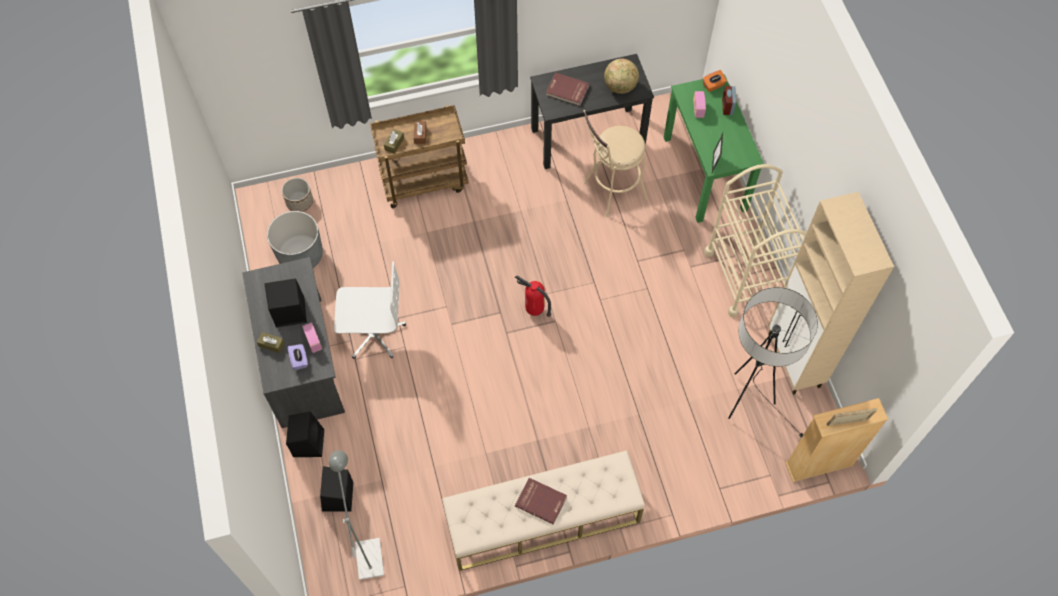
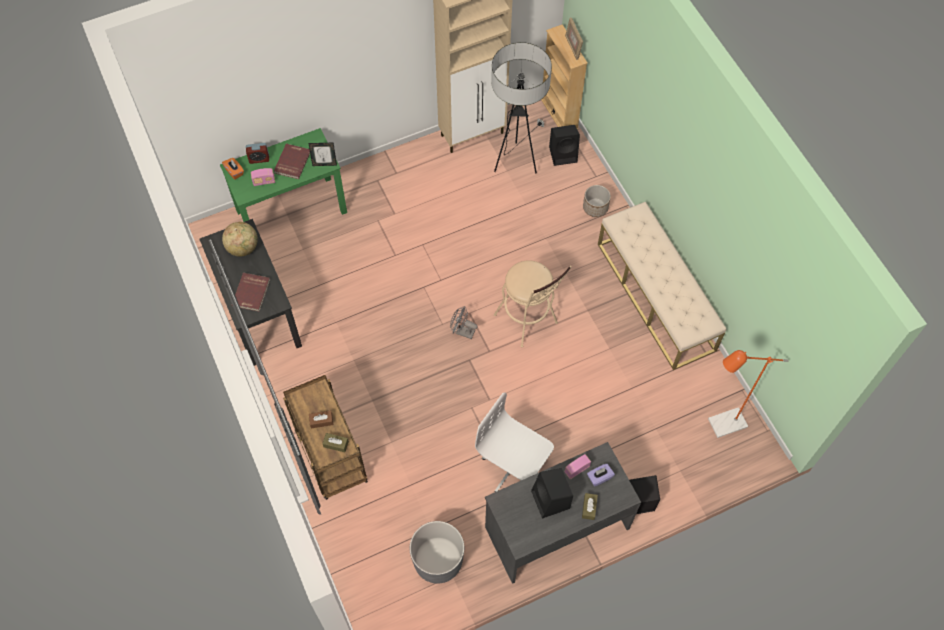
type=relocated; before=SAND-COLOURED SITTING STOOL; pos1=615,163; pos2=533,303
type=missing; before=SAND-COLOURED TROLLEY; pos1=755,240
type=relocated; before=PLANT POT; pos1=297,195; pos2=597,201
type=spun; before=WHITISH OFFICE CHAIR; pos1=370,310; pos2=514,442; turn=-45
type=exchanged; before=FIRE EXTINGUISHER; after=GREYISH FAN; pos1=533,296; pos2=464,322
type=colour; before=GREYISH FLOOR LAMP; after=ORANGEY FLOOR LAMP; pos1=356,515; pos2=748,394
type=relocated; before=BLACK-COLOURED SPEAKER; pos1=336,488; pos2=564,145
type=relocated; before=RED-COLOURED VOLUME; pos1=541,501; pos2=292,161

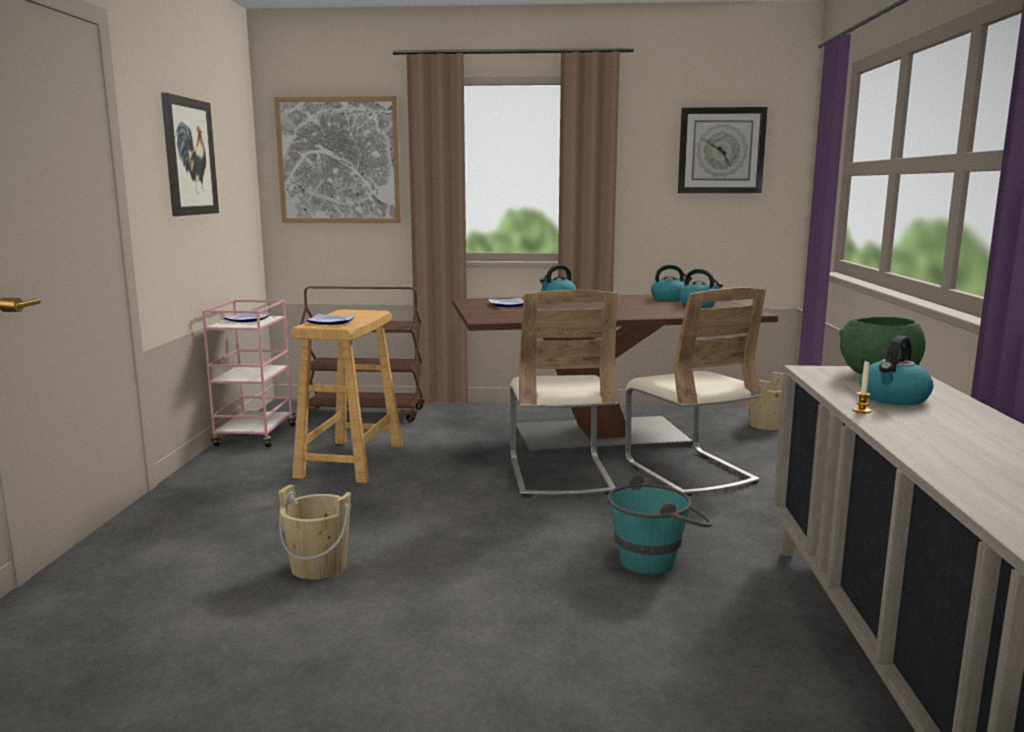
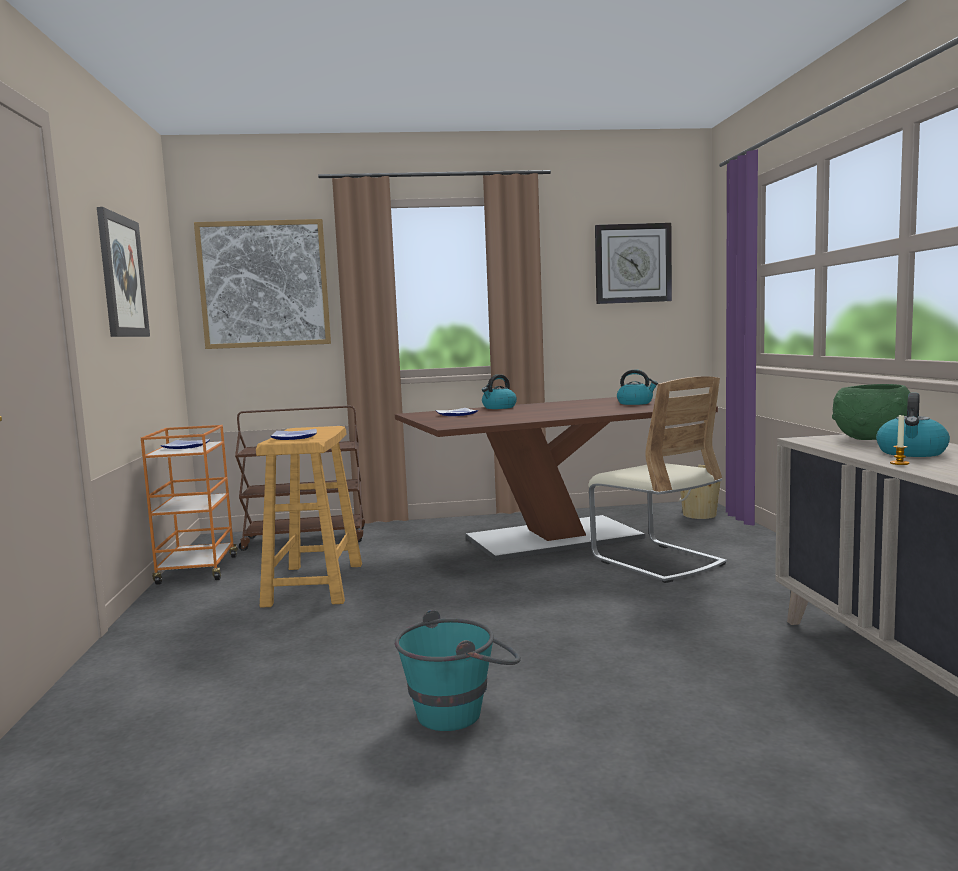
type=missing; before=WATER KETTLE; pos1=671,282
type=missing; before=SAND-COLOURED UPRIGHT CHAIR; pos1=564,393
type=colour; before=PINK TROLLEY; after=ORANGEY TROLLEY; pos1=249,373; pos2=189,505
type=relocated; before=BLUE-GREEN PAIL; pos1=660,525; pos2=458,670
type=missing; before=SAND-COLOURED PAIL; pos1=314,532

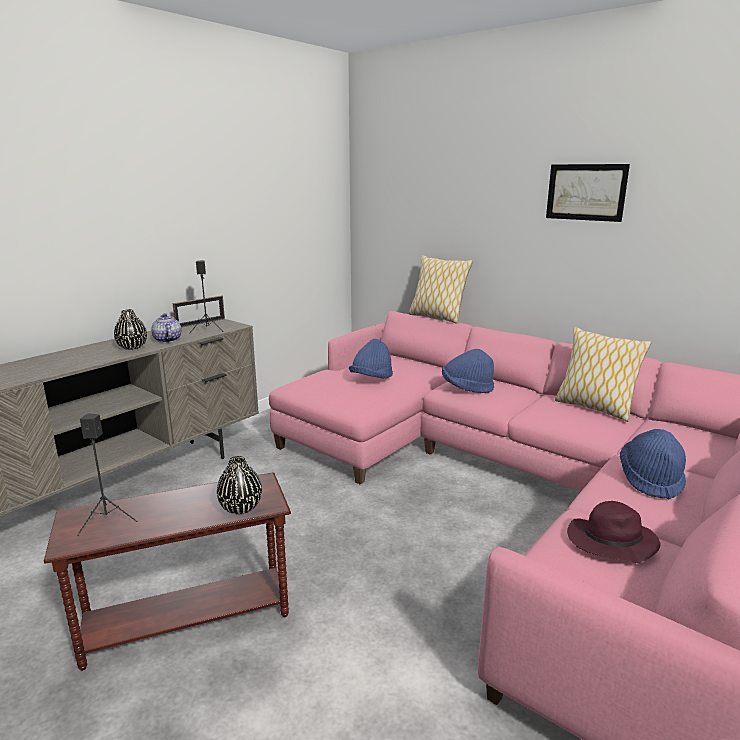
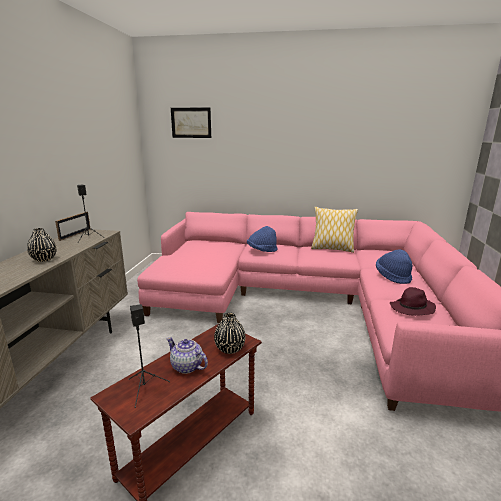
type=relocated; before=PICTURE; pos1=588,193; pos2=191,123
type=missing; before=PILLOW; pos1=441,289
type=relocated; before=POT FOR TEA; pos1=166,328; pos2=187,355
type=missing; before=BLUE-COLOURED HAT; pos1=371,359

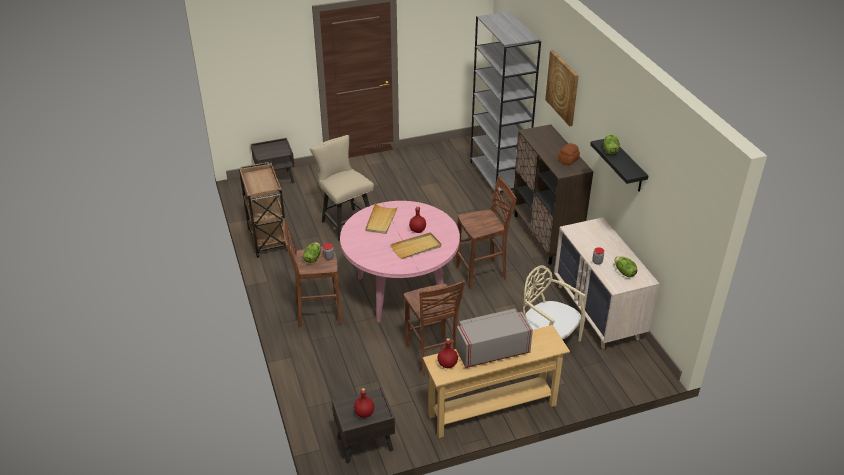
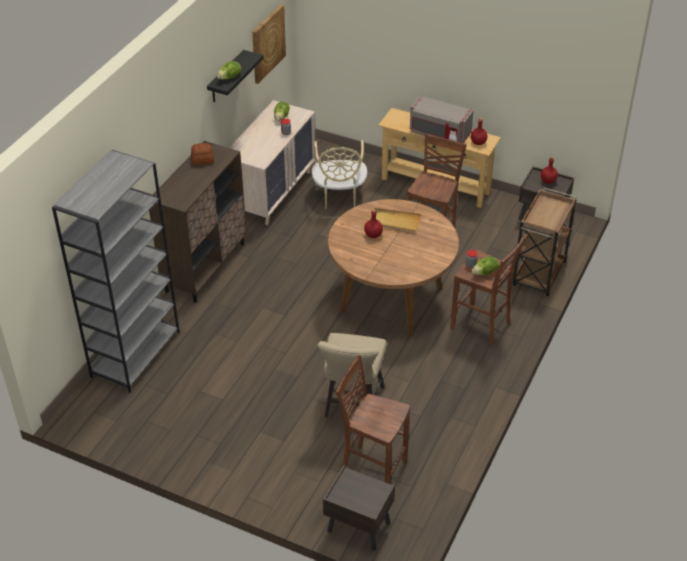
type=relocated; before=PICTURE; pos1=562,88; pos2=269,44
type=relocated; before=BROWN TROLLEY; pos1=263,210; pos2=545,242
type=relocated; before=BROWN SITTING STOOL; pos1=486,232; pos2=373,419
type=colour; before=PINK DINING TABLE; after=BROWN DINING TABLE; pos1=400,262; pos2=393,267
type=missing; before=SAND-COLOURED SERVING TRAY; pos1=381,218

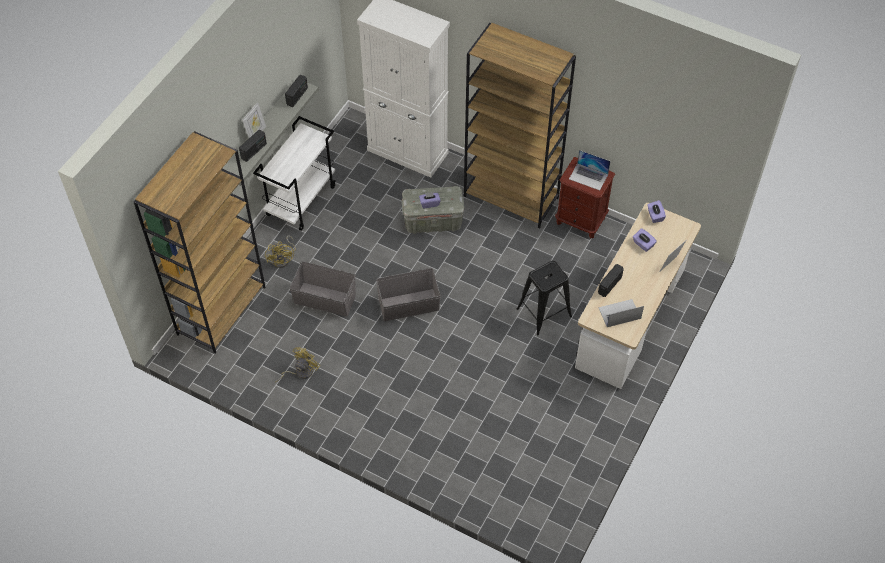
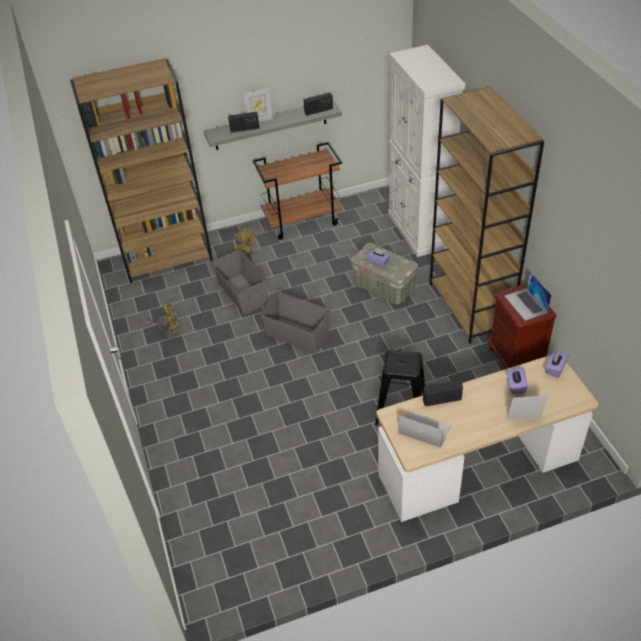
type=colour; before=WHITISH TROLLEY; after=BROWN TROLLEY; pos1=294,173; pos2=297,191
type=spun; before=YELLOW FAN; pos1=280,251; pos2=245,242; turn=-75

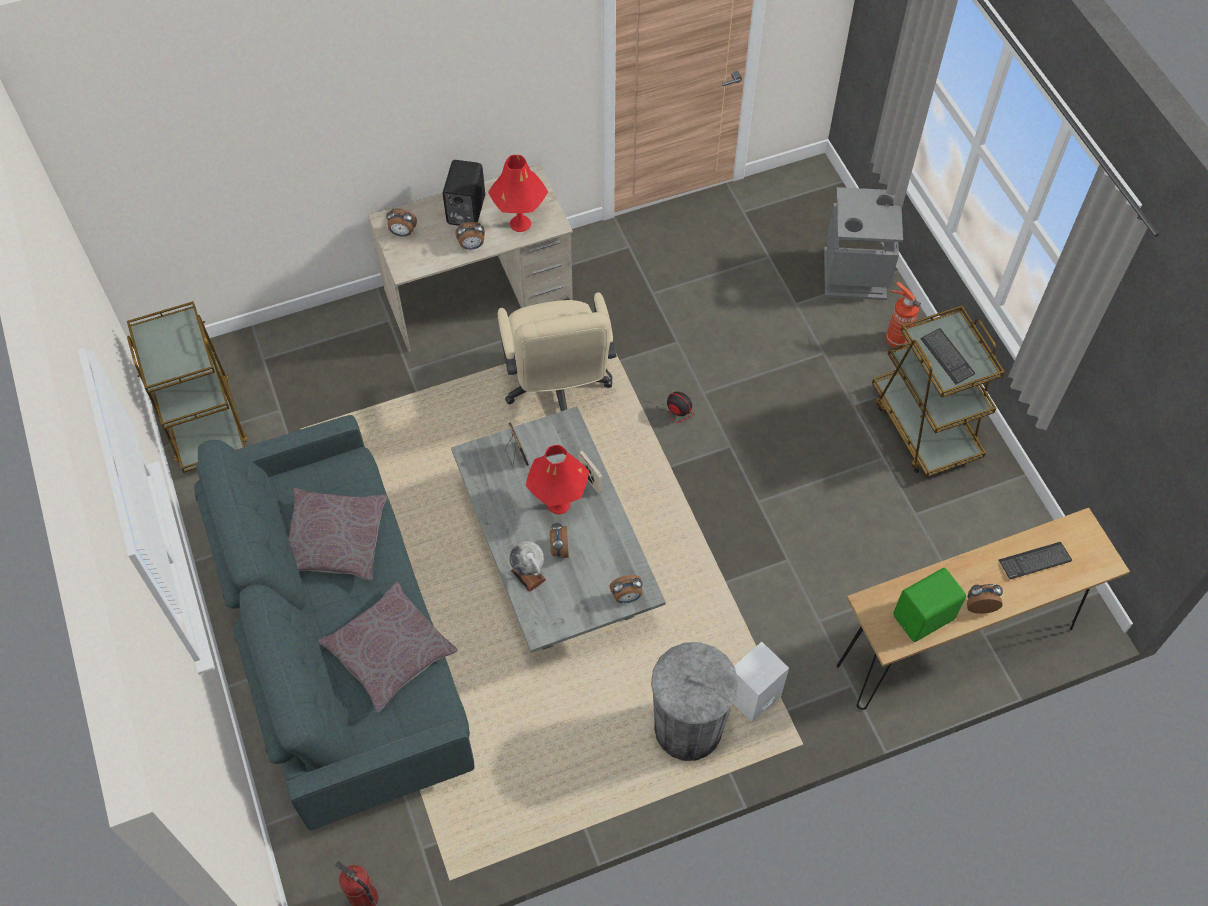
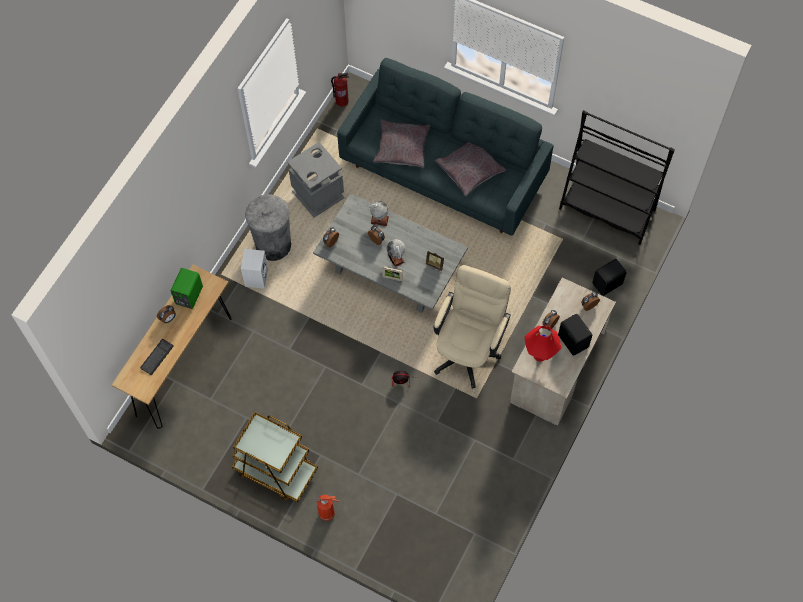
type=relocated; before=GREYISH TRASH CAN; pos1=863,243; pos2=316,180
type=spun; before=SAND-COLOURED OFFICE CHAIR; pos1=556,351; pos2=472,326; turn=75
type=exchanged; before=BROWN TROLLEY; after=BLACK-COLOURED SHELVING UNIT; pos1=187,387; pos2=617,177
type=missing; before=KEYBOARD; pos1=947,356
type=exchanged; before=RED-COLOURED TABLETOP LAMP; after=WORLD GLOBE; pos1=557,479; pos2=396,253
type=appeared; after=BLACK-COLOURED SPEAKER; pos2=609,277

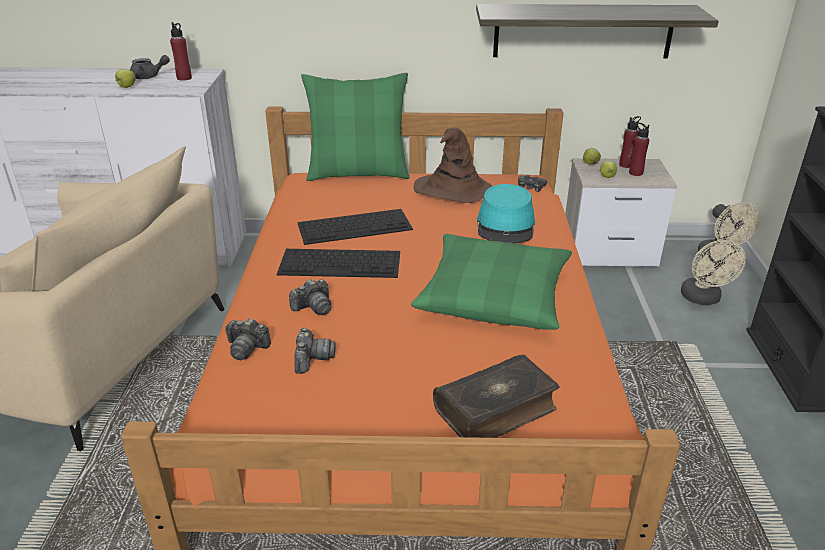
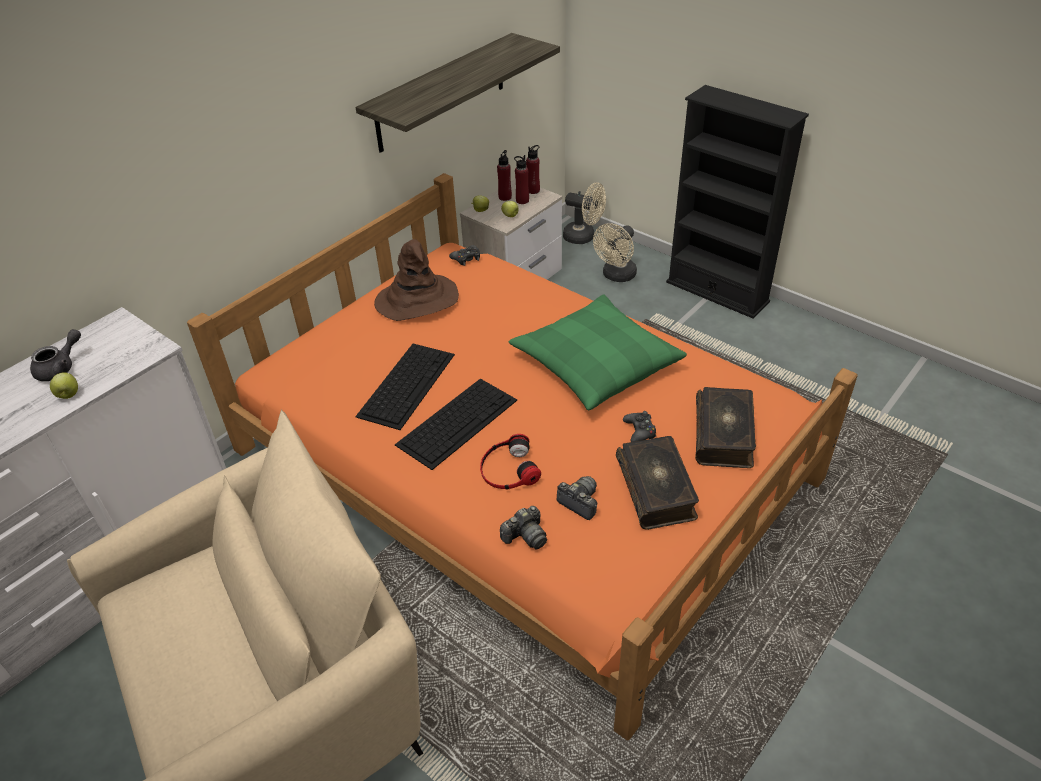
type=relocated; before=RED-COLOURED DRINK BOTTLE; pos1=181,51; pos2=533,169
type=missing; before=GREEN PILLOW; pos1=355,127
type=missing; before=BLUE-GREEN HAT; pos1=506,214
type=spun; before=SAND-COLOURED FAN; pos1=713,272; pos2=615,252; turn=90
type=exchanged; before=STILL CAMERA; after=HEADSET; pos1=310,297; pos2=510,462
type=appeared; after=BLACK-COLOURED GAMEPAD; pos2=639,426
type=appeared; after=VOLUME; pos2=657,483

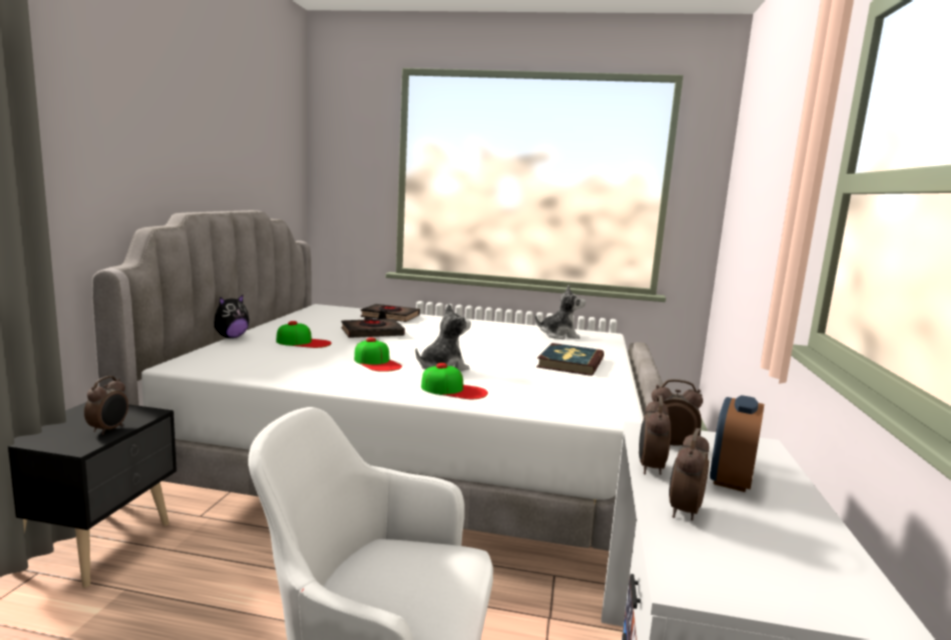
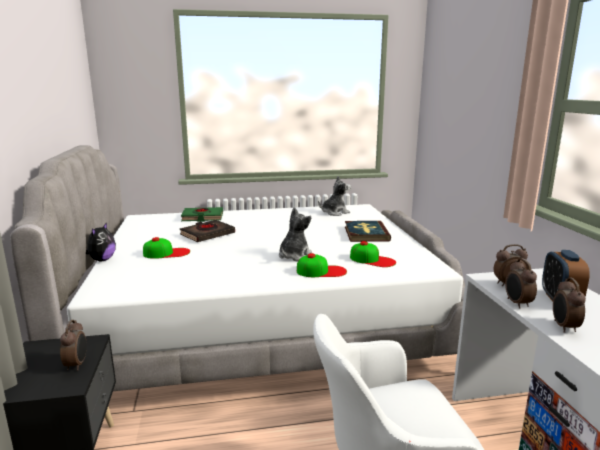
type=colour; before=BLACK-COLOURED VOLUME; after=GREEN VOLUME; pos1=390,313; pos2=202,214
type=relocated; before=BASEBALL CAP; pos1=378,355; pos2=373,254

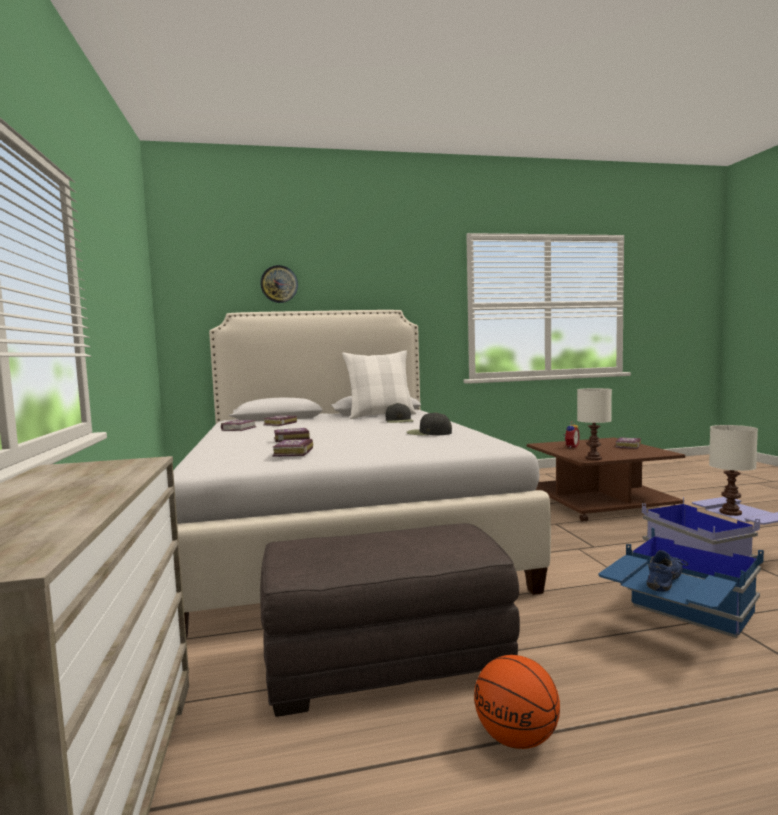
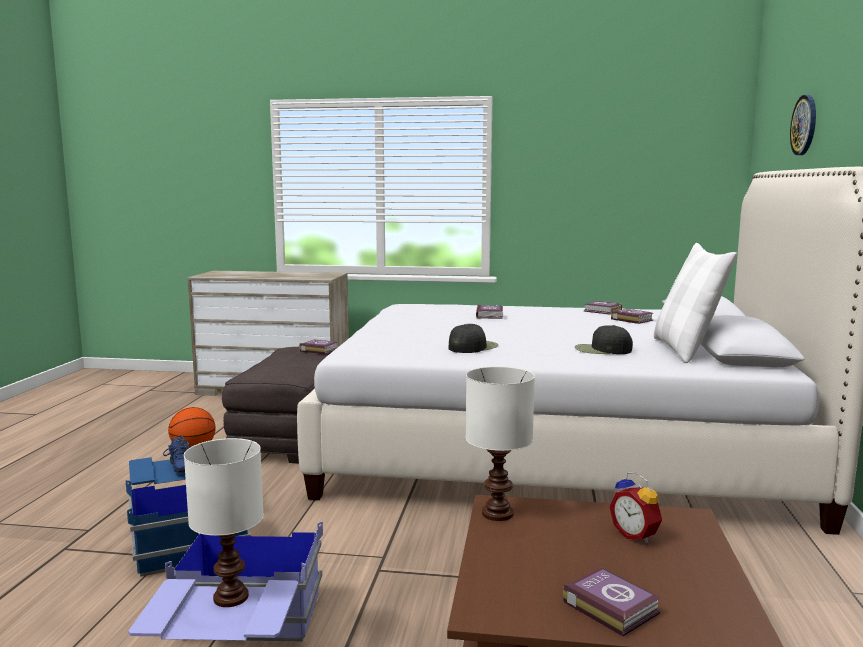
type=relocated; before=VOLUME; pos1=292,448; pos2=318,346

